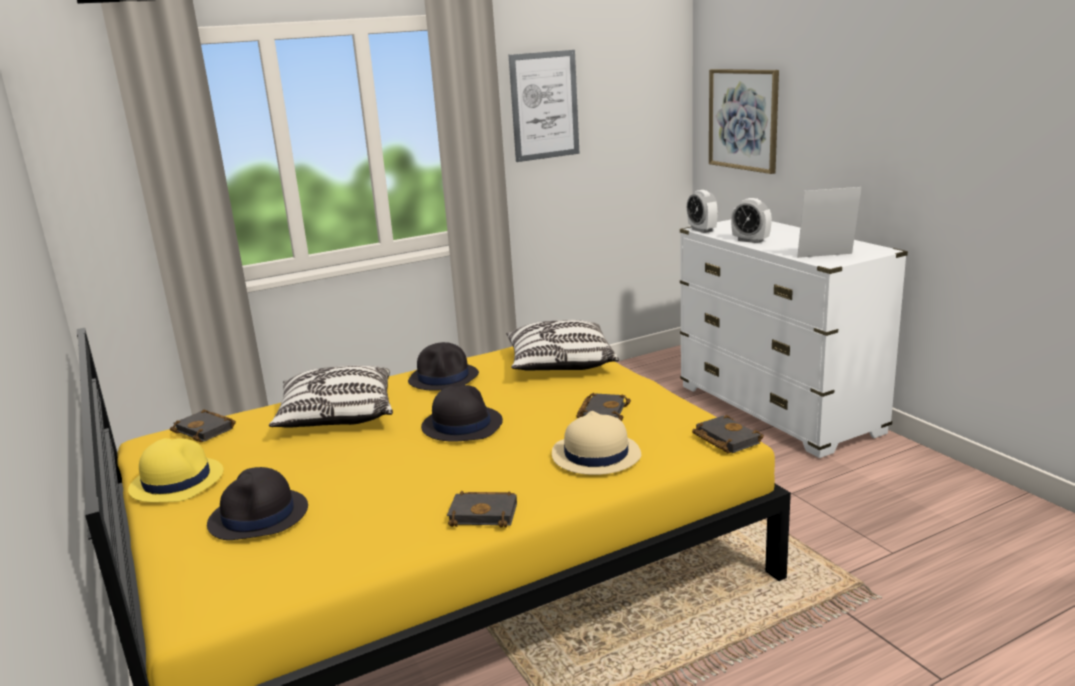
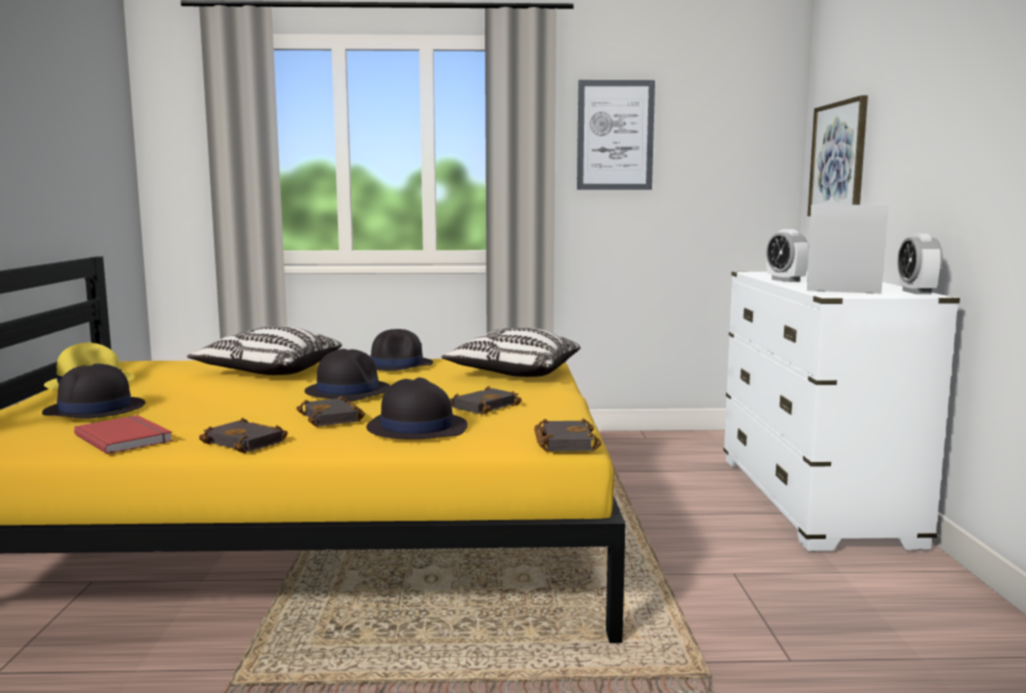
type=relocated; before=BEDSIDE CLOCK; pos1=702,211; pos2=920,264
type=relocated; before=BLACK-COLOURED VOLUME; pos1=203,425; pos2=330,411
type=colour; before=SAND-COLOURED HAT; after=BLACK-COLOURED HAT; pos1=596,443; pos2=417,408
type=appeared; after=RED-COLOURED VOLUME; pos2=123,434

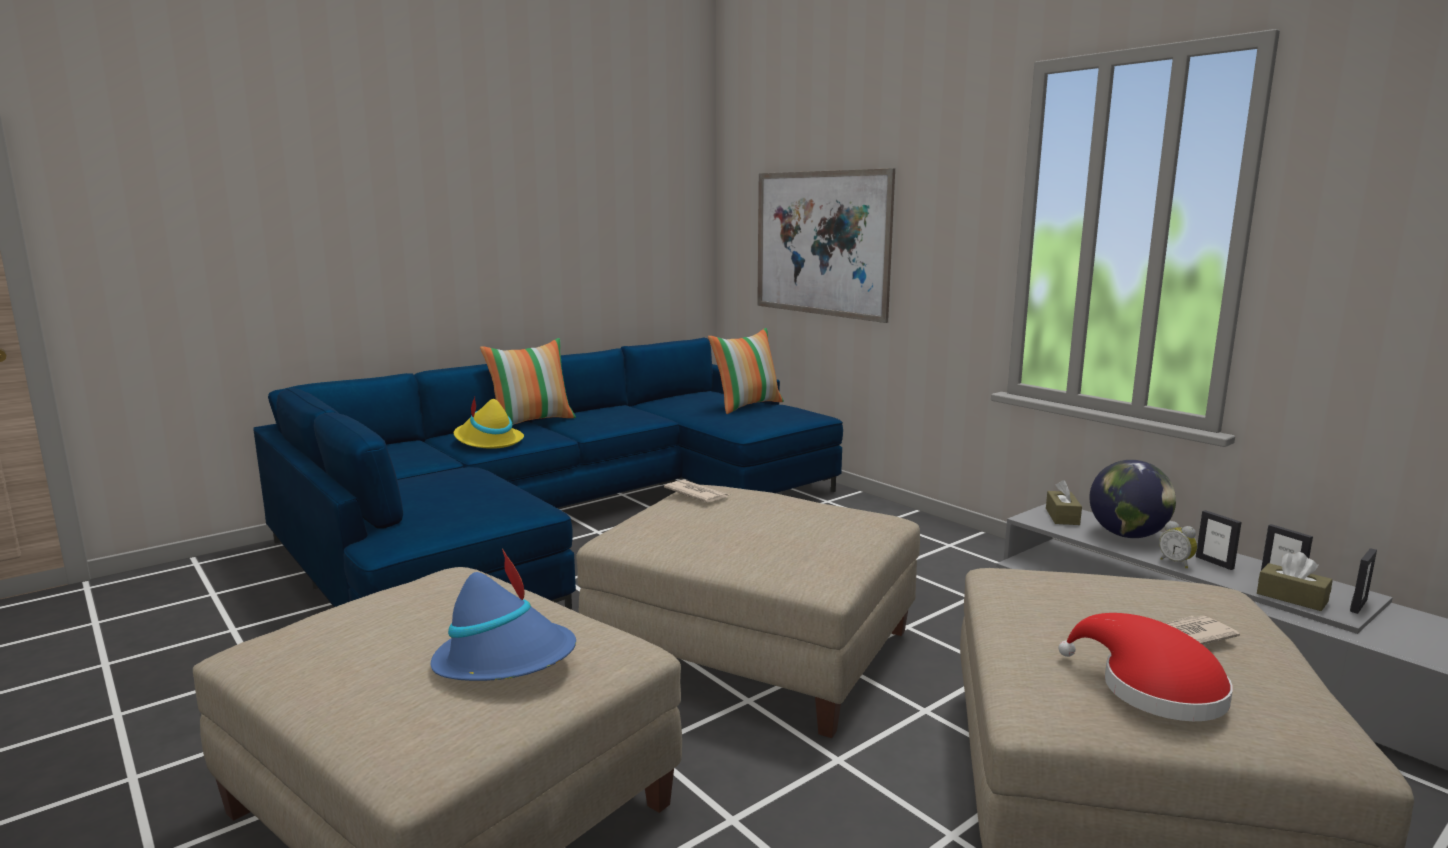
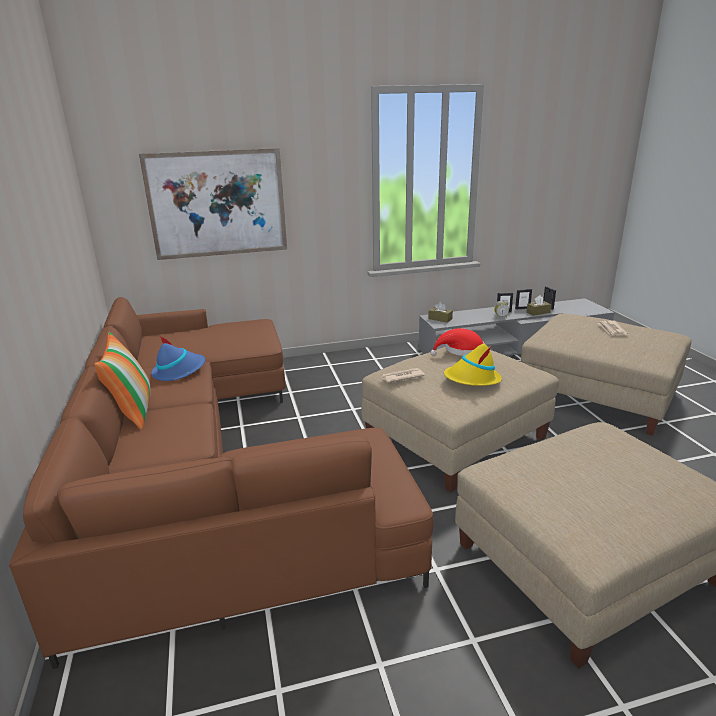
type=missing; before=PILLOW; pos1=746,371
type=colour; before=BLUE-COLOURED COUCH; after=BROWN COUCH; pos1=548,474; pos2=221,483
type=relocated; before=YELLOW HAT; pos1=489,423; pos2=473,365
type=missing; before=WORLD GLOBE; pos1=1132,499
type=relocated; before=BLUE-COLOURED HAT; pos1=503,615; pos2=178,358
type=relocated; before=RED-COLOURED HAT; pos1=1146,667; pos2=457,342

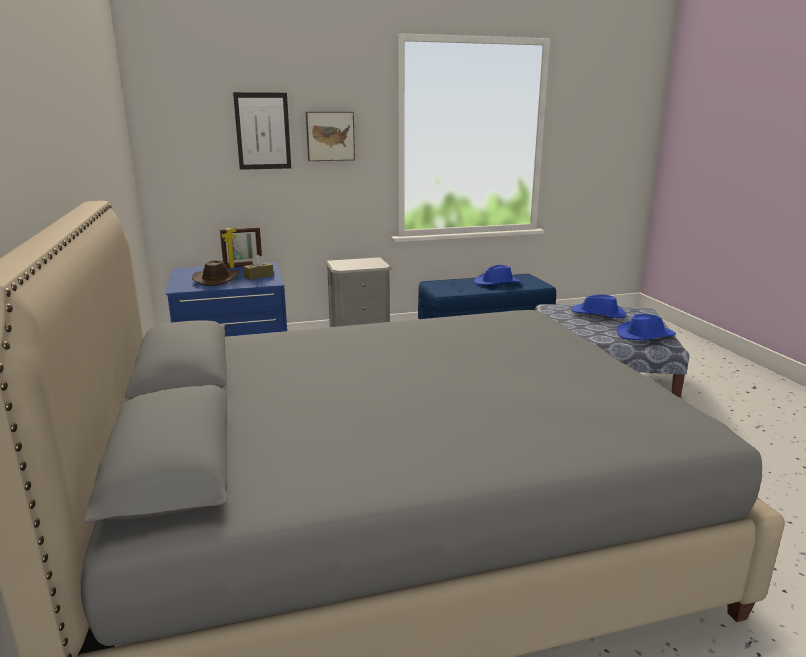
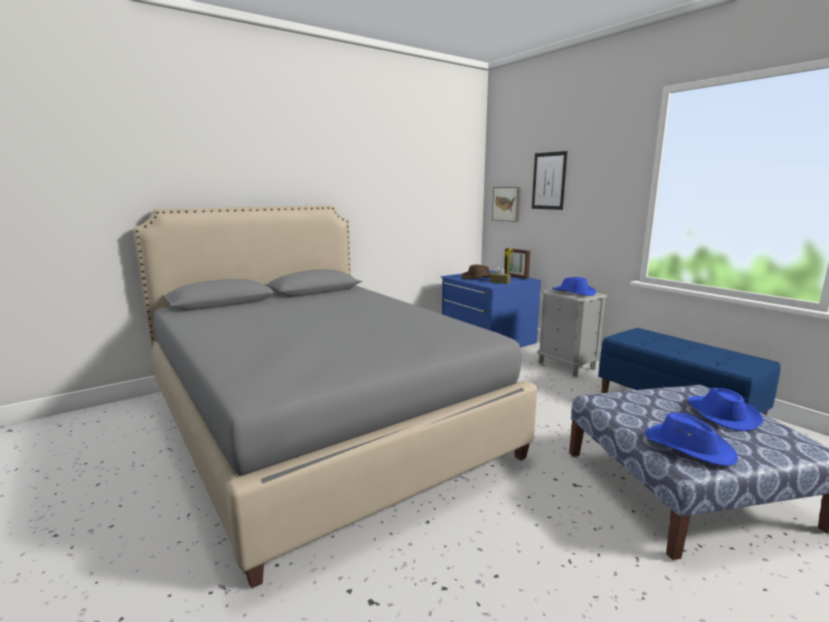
type=relocated; before=PICTURE; pos1=330,136; pos2=506,204
type=relocated; before=BLUE-COLOURED HAT; pos1=497,275; pos2=574,286

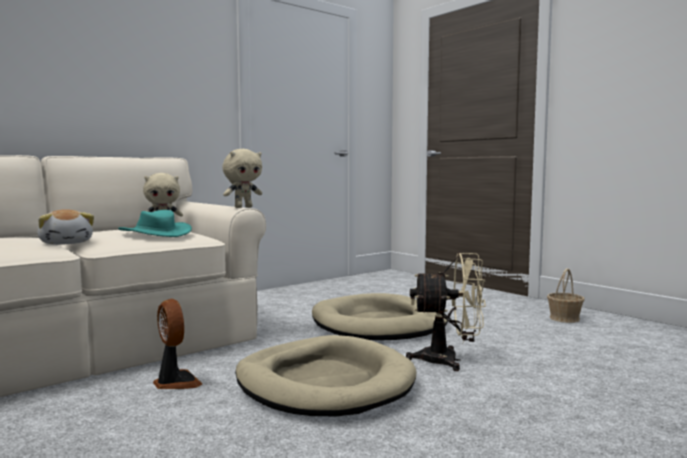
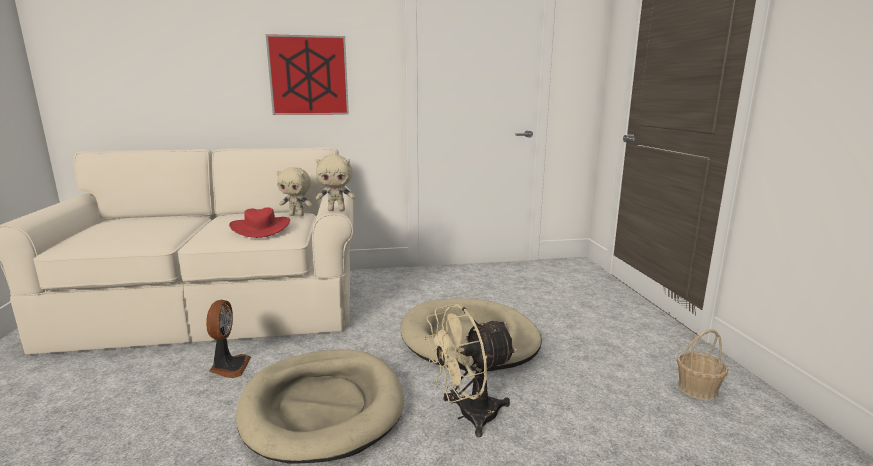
type=missing; before=SOFT TOY; pos1=66,227
type=colour; before=BLUE-GREEN HAT; after=RED-COLOURED HAT; pos1=155,223; pos2=259,222
type=spun; before=SAND-COLOURED FAN; pos1=446,311; pos2=470,370; turn=120
type=appeared; after=PICTURE; pos2=307,74

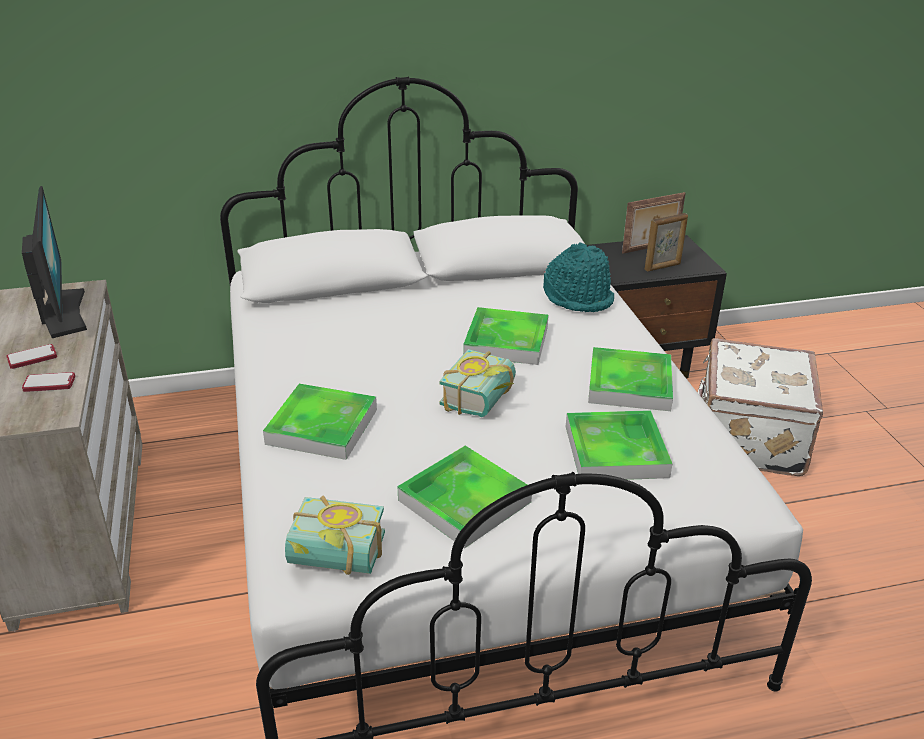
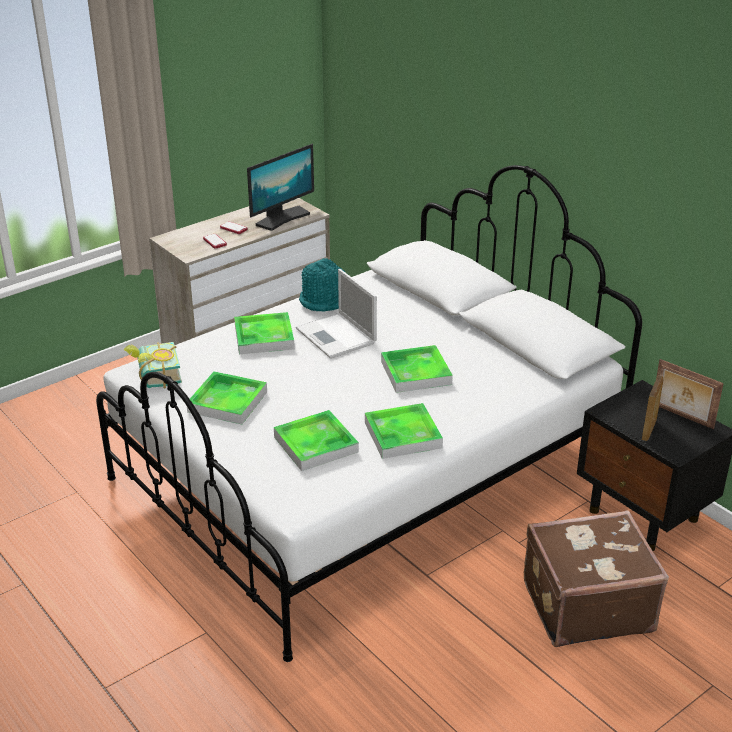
type=spun; before=PICTURE FRAME; pos1=666,242; pos2=653,408; turn=-105
type=relocated; before=BLUE-GREEN HAT; pos1=578,277; pos2=322,285
type=colour; before=WHITISH PIECE OF LUGGAGE; after=BROWN PIECE OF LUGGAGE; pos1=760,407; pos2=596,578
type=missing; before=VOLUME; pos1=477,383
type=appeared; after=LAPTOP; pos2=336,314

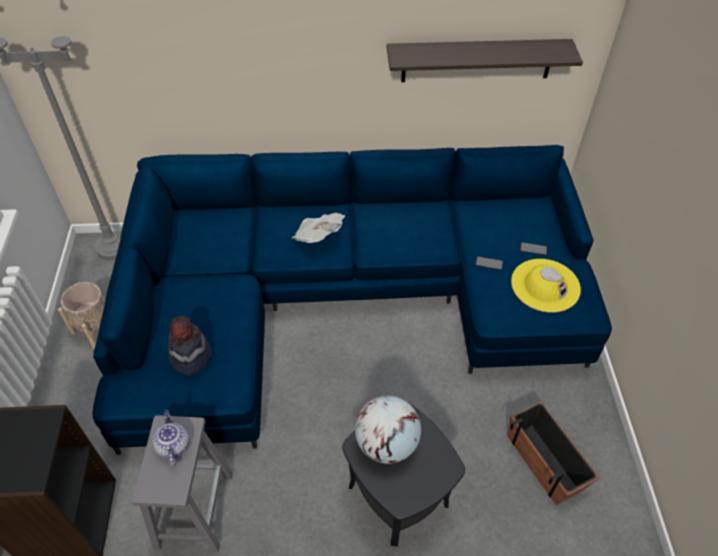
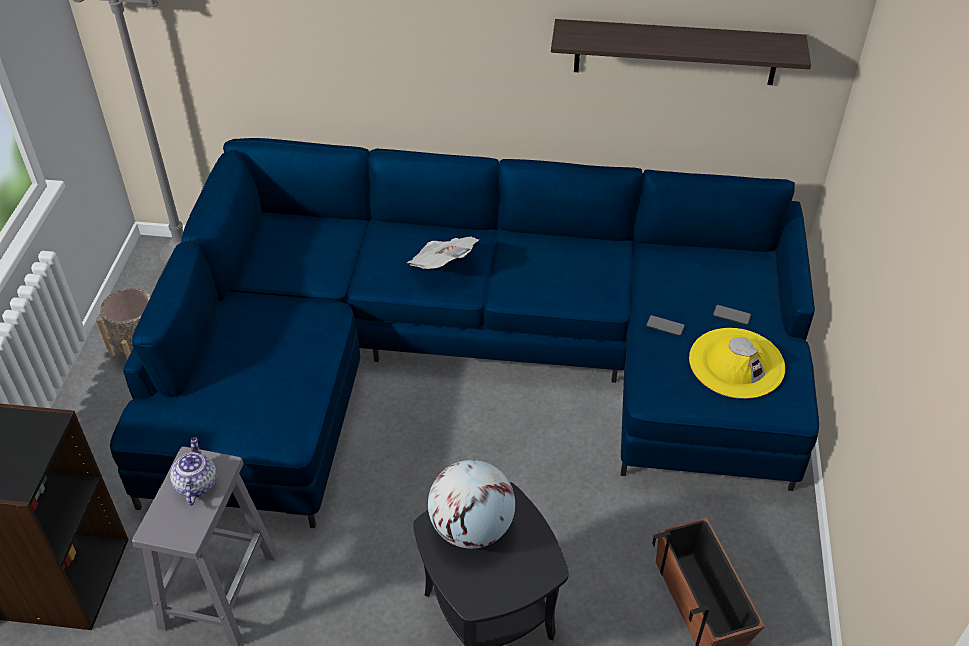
type=missing; before=HAT; pos1=190,346

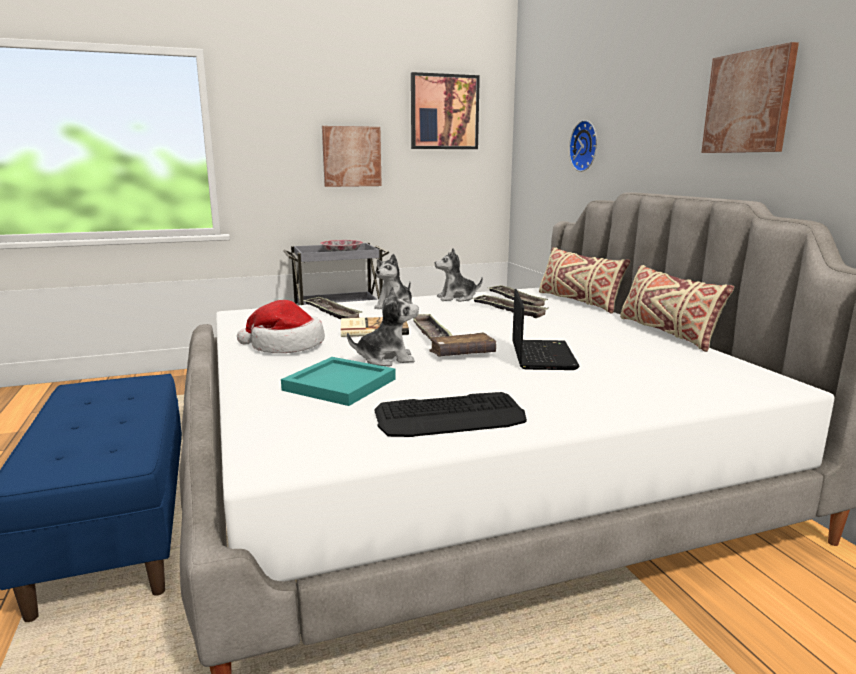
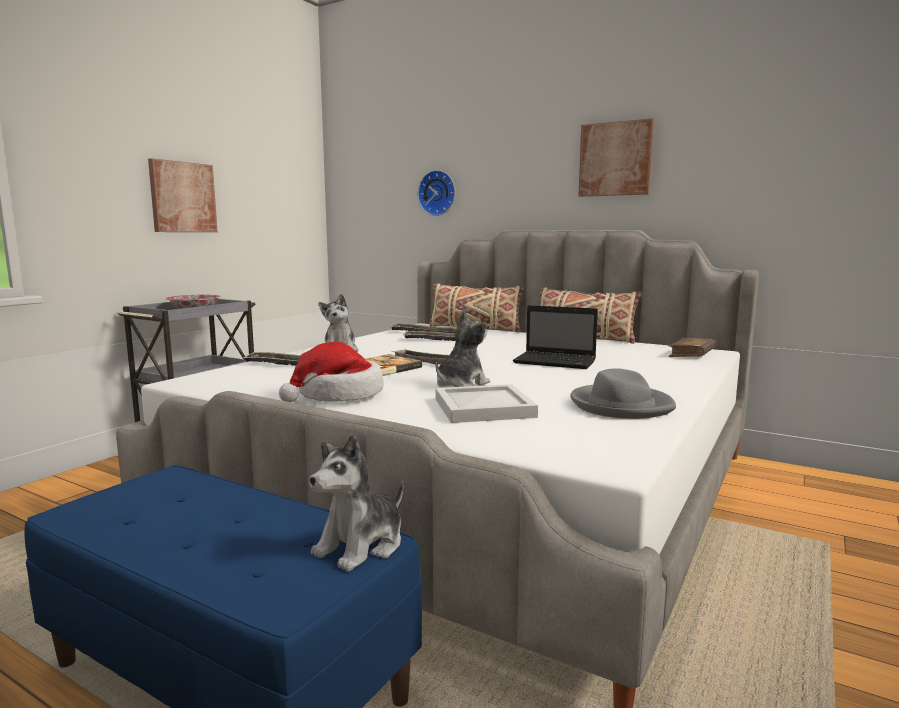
type=missing; before=PICTURE; pos1=445,110
type=relocated; before=SOFT TOY; pos1=459,275; pos2=356,503
type=spun; before=LAPTOP; pos1=546,329; pos2=555,337; turn=150
type=relocated; before=BROWN VOLUME; pos1=462,344; pos2=692,347
type=colour; before=BLUE-GREEN SERVING TRAY; after=WHITISH SERVING TRAY; pos1=338,381; pos2=486,403
type=exchanged; before=KEYBOARD; after=GREYISH HAT; pos1=450,414; pos2=623,393

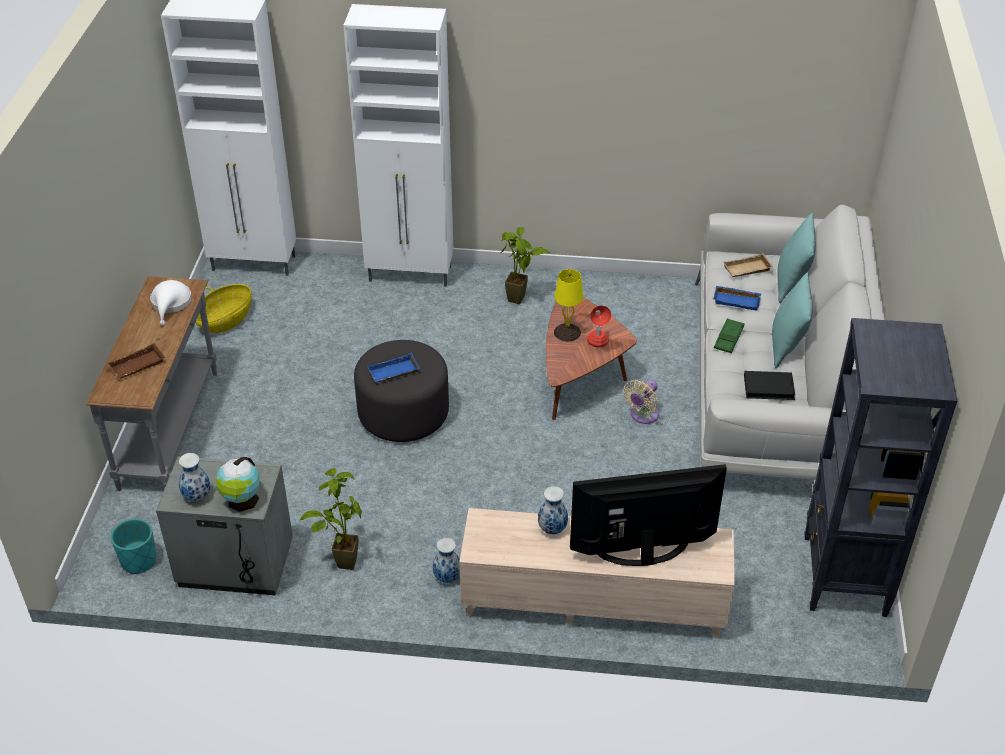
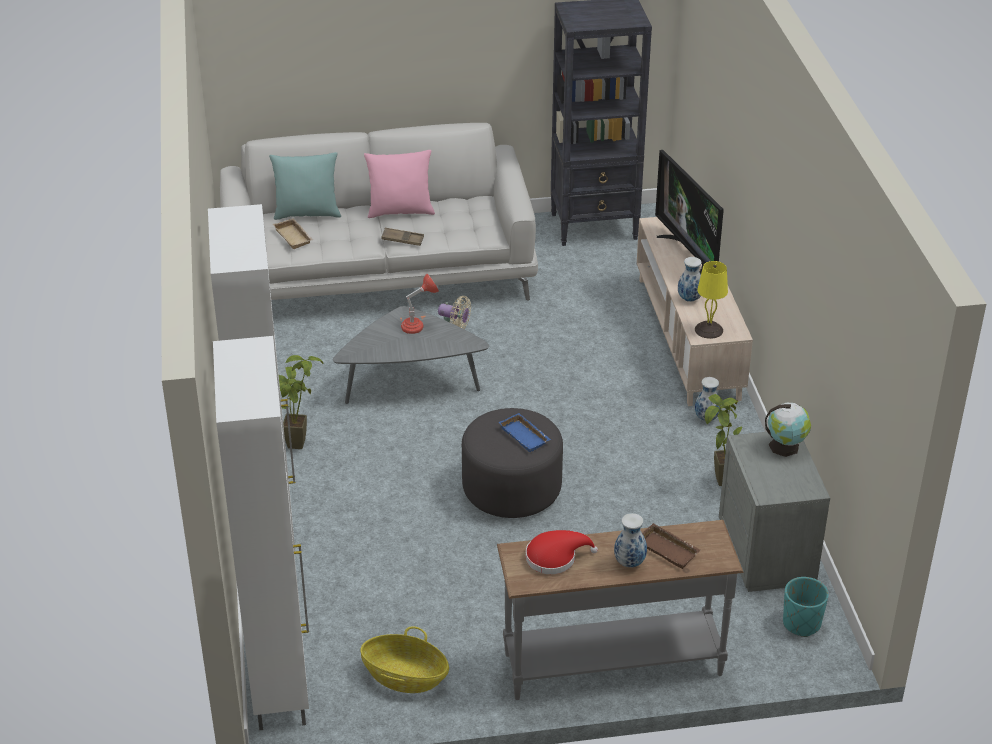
type=relocated; before=YELLOW TABLETOP LAMP; pos1=568,305; pos2=711,300
type=colour; before=BLUE-GREEN PILLOW; after=PINK PILLOW; pos1=792,320; pos2=399,184
type=colour; before=WHITISH HAT; after=RED-COLOURED HAT; pos1=171,303; pos2=562,552
type=missing; before=BLUE-COLOURED SERVING TRAY; pos1=737,298
type=colour; before=BROWN LOUNGE TABLE; after=GREYISH LOUNGE TABLE; pos1=591,358; pos2=411,355
type=colour; before=GREEN SERVING TRAY; after=BROWN SERVING TRAY; pos1=729,335; pos2=402,237
type=missing; before=BLACK-COLOURED VOLUME; pos1=769,385
type=relocated; before=DECORATIVE VASE; pos1=194,477; pos2=630,540

